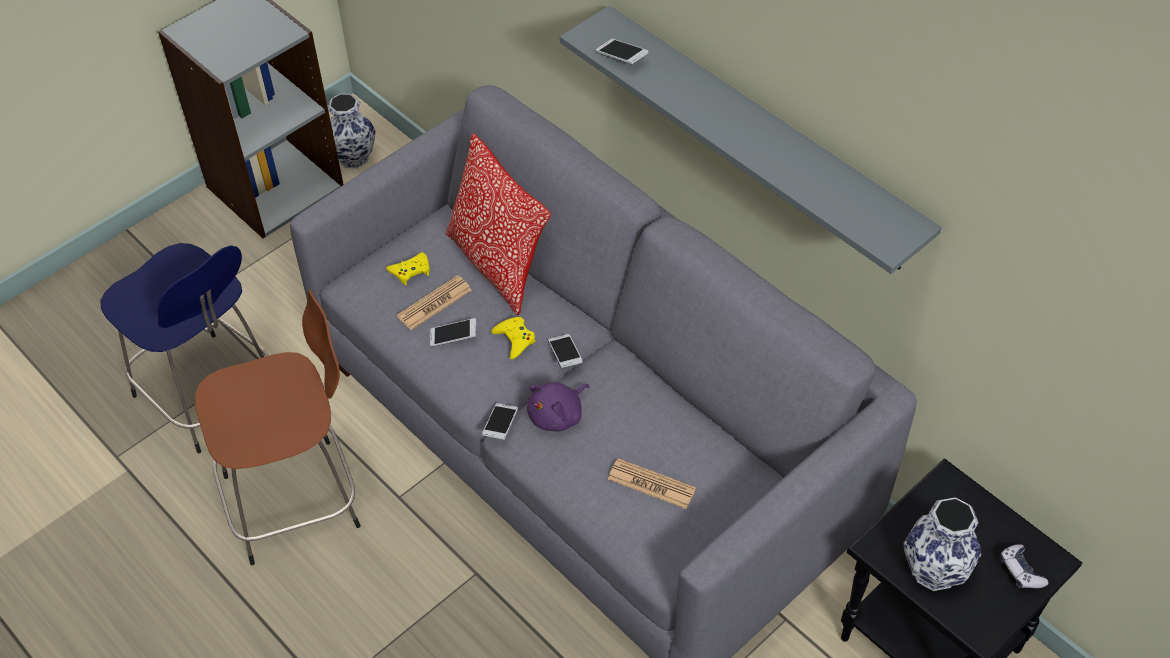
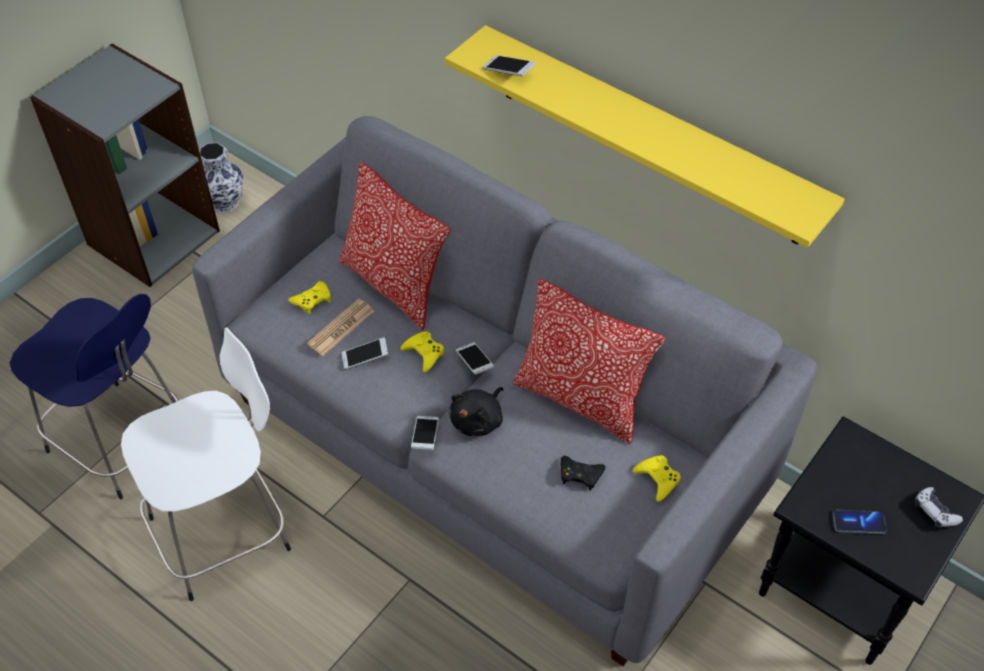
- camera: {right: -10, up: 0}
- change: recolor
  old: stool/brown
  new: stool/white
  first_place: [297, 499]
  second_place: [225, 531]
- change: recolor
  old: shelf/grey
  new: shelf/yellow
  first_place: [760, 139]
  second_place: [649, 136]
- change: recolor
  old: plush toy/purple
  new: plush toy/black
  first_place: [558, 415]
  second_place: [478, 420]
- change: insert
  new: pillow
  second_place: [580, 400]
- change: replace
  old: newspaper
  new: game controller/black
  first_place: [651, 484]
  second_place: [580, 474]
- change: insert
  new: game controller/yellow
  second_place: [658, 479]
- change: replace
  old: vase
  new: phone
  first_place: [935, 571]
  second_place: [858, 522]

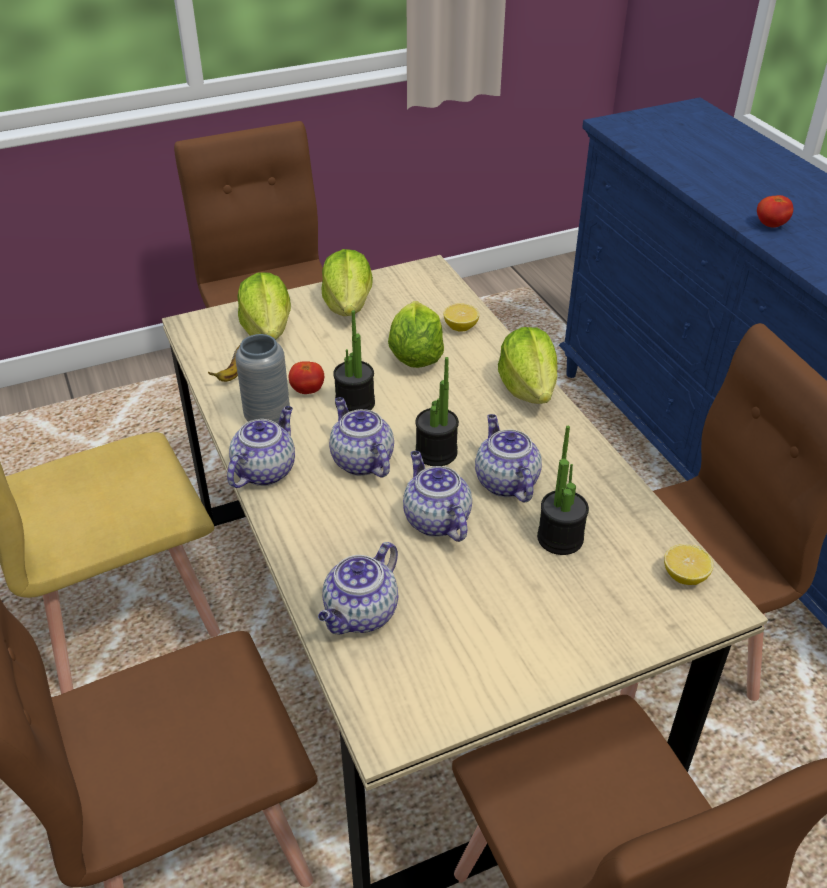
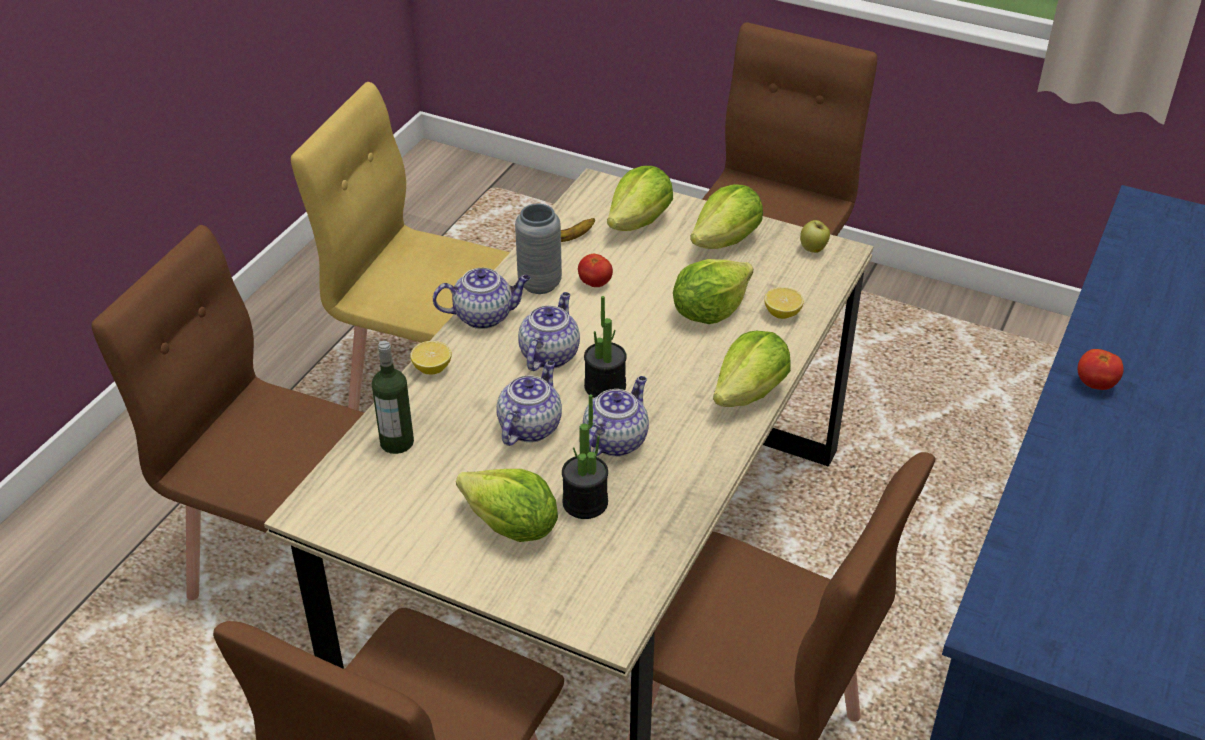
- camera: {right: 50, up: 0}
- change: replace
  old: teapot
  new: bottle
  first_place: [361, 615]
  second_place: [397, 442]
- change: move
  old: lemon
  first_place: [684, 576]
  second_place: [432, 368]
- change: insert
  new: lettuce
  second_place: [511, 527]
- change: insert
  new: apple
  second_place: [813, 250]
- change: delete
  old: potted plant
  first_place: [355, 403]

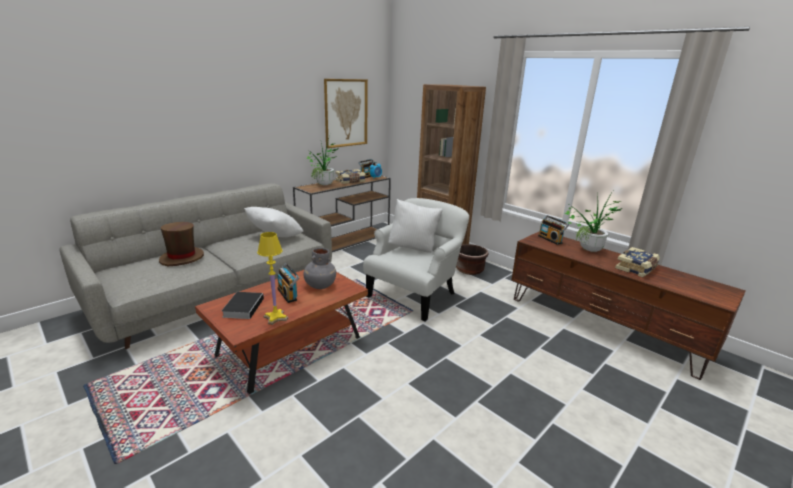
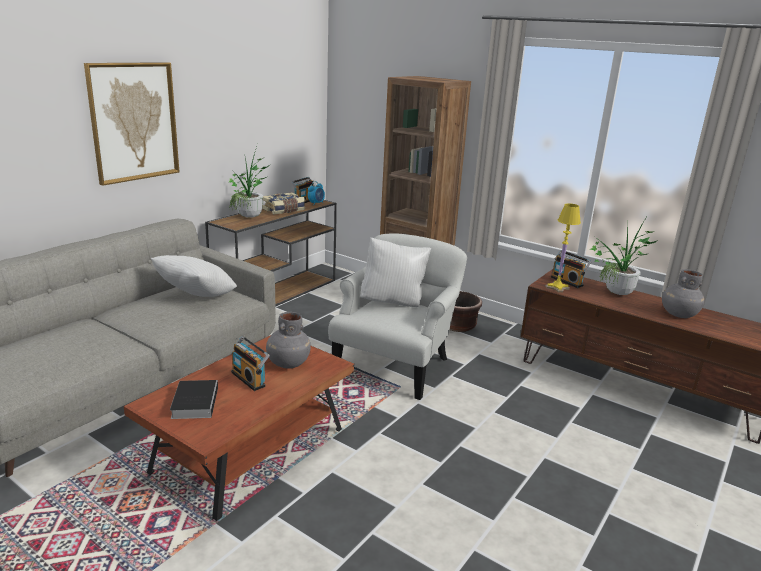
- camera: {right: -10, up: 0}
- change: move
  old: picture
  first_place: [346, 113]
  second_place: [134, 122]
- change: move
  old: table lamp/yellow
  first_place: [275, 317]
  second_place: [557, 287]
- change: replace
  old: book
  new: vase/grey
  first_place: [636, 268]
  second_place: [678, 314]
- change: delete
  old: hat/brown
  first_place: [182, 258]

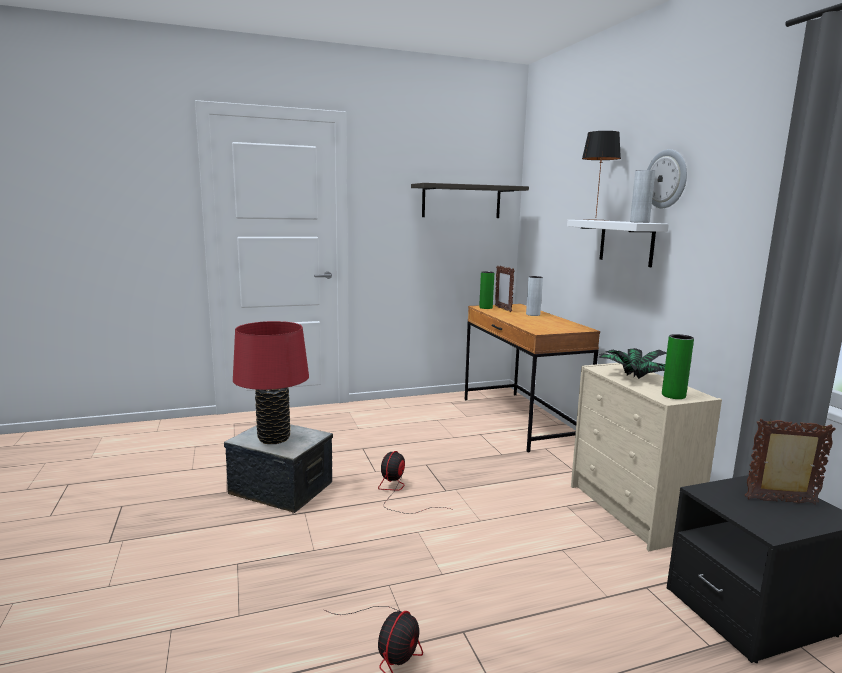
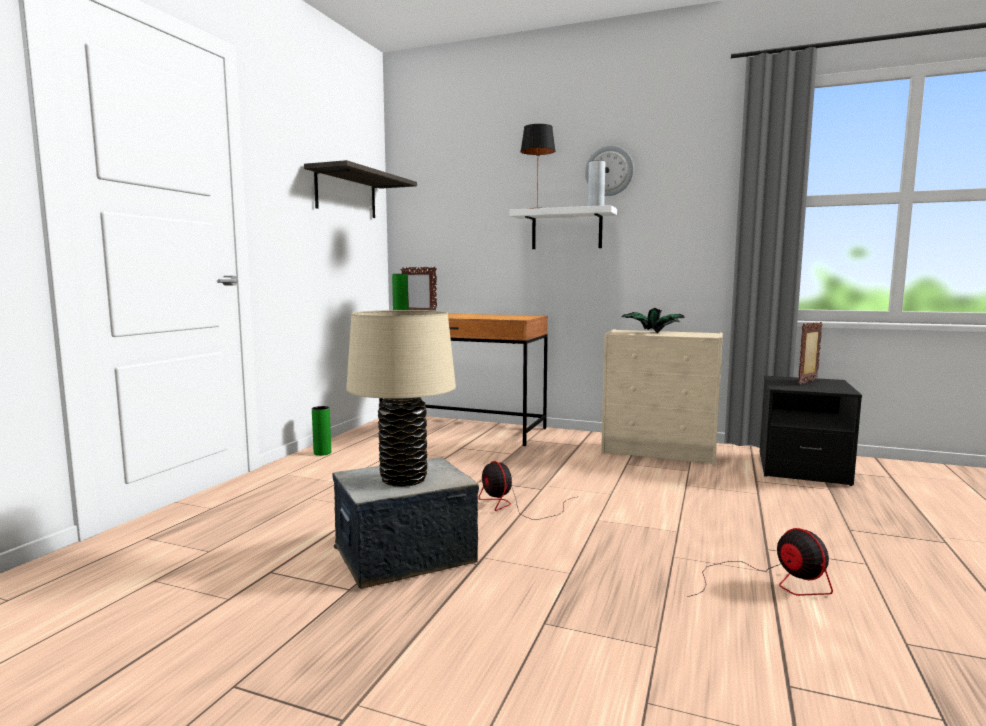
- camera: {right: -50, up: -5}
- change: move
  old: vase/green
  first_place: [673, 395]
  second_place: [322, 453]
- change: recolor
  old: table lamp/red
  new: table lamp/beige
  first_place: [274, 438]
  second_place: [403, 479]
- change: delete
  old: vase/grey
  first_place: [533, 314]

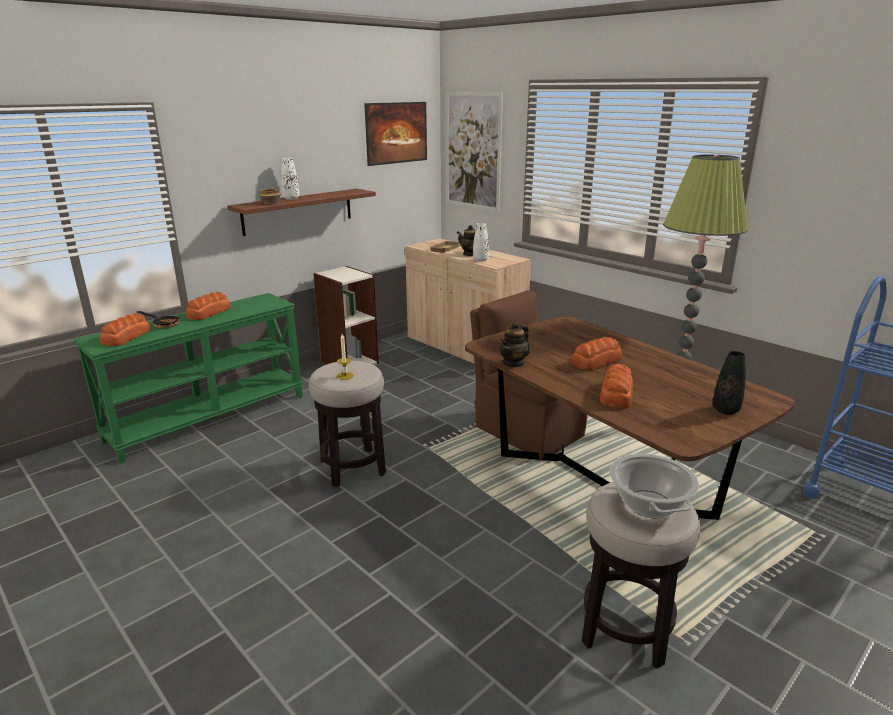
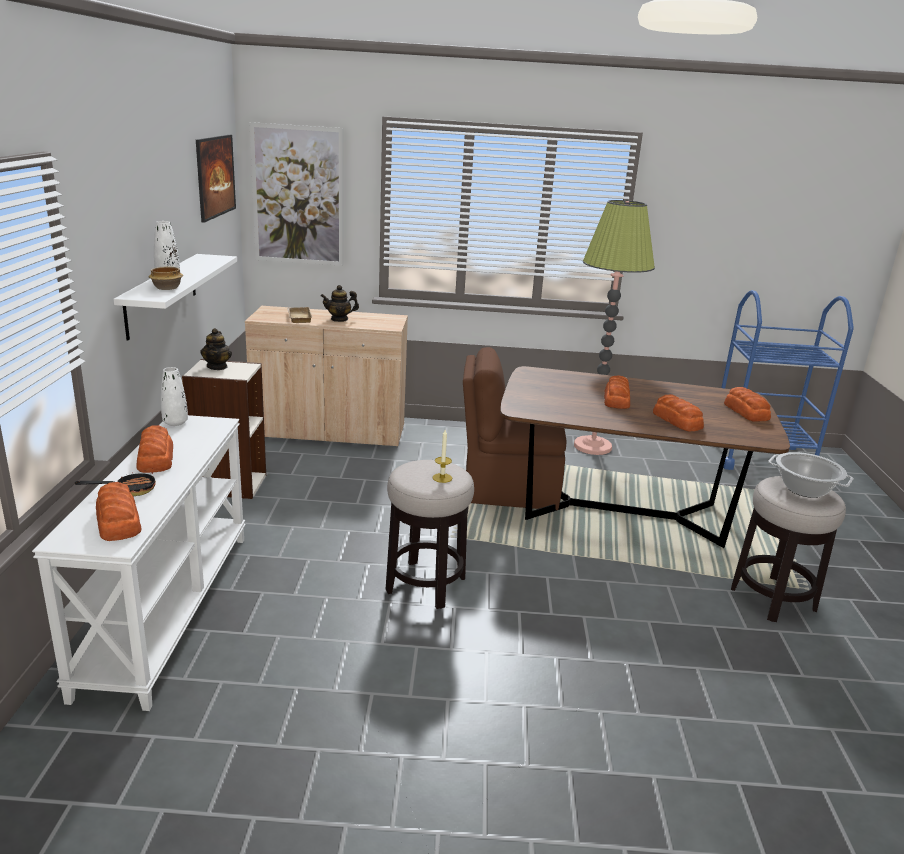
- camera: {right: -45, up: 0}
- change: recolor
  old: console table/green
  new: console table/white
  first_place: [209, 417]
  second_place: [167, 608]
- change: recolor
  old: shelf/brown
  new: shelf/white
  first_place: [298, 211]
  second_place: [162, 294]
- change: move
  old: vase/white
  first_place: [480, 260]
  second_place: [175, 423]
- change: move
  old: teapot
  first_place: [514, 363]
  second_place: [217, 367]
- change: replace
  old: vase/black
  new: bread
  first_place: [725, 410]
  second_place: [746, 411]

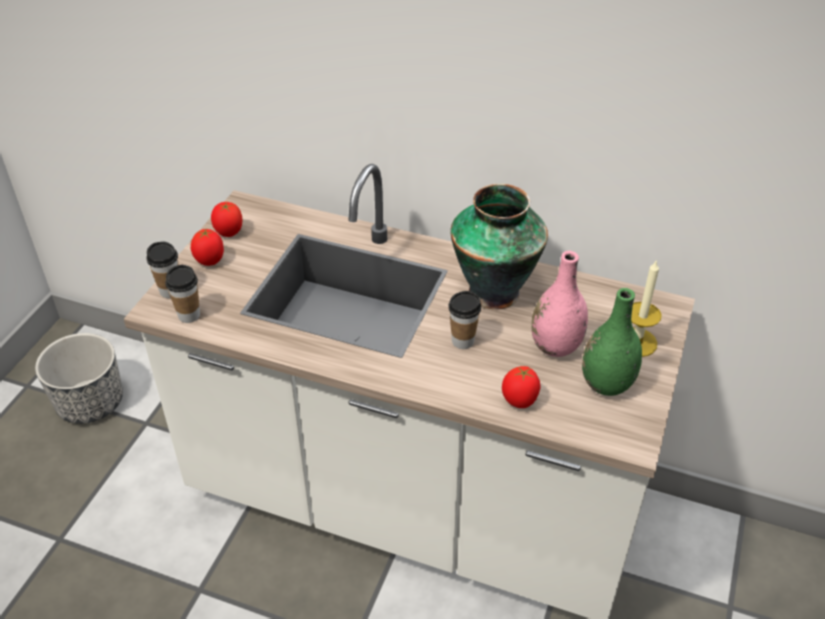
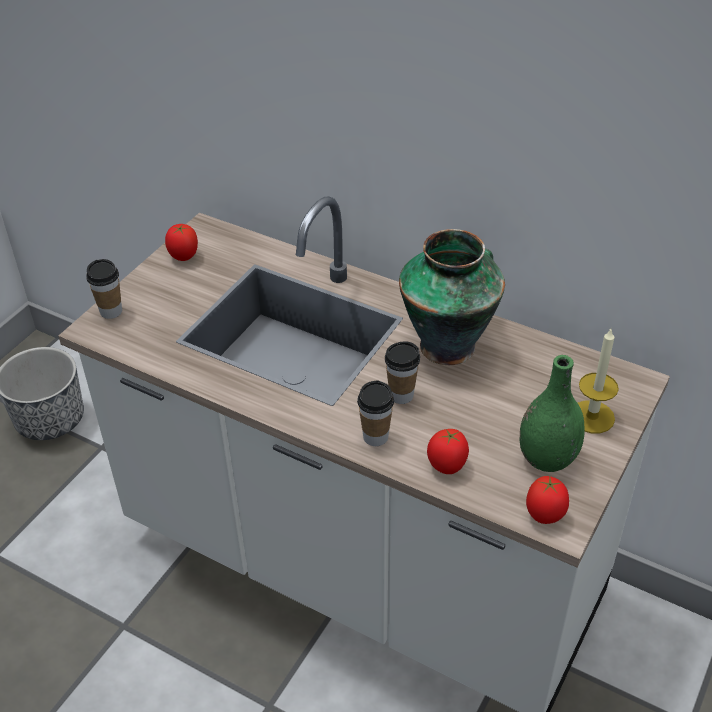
- camera: {right: 10, up: 0}
- change: move
  old: cup
  first_place: [189, 315]
  second_place: [375, 437]
- change: move
  old: tomato
  first_place: [210, 261]
  second_place: [545, 515]
- change: delete
  old: vase/pink
  first_place: [555, 346]

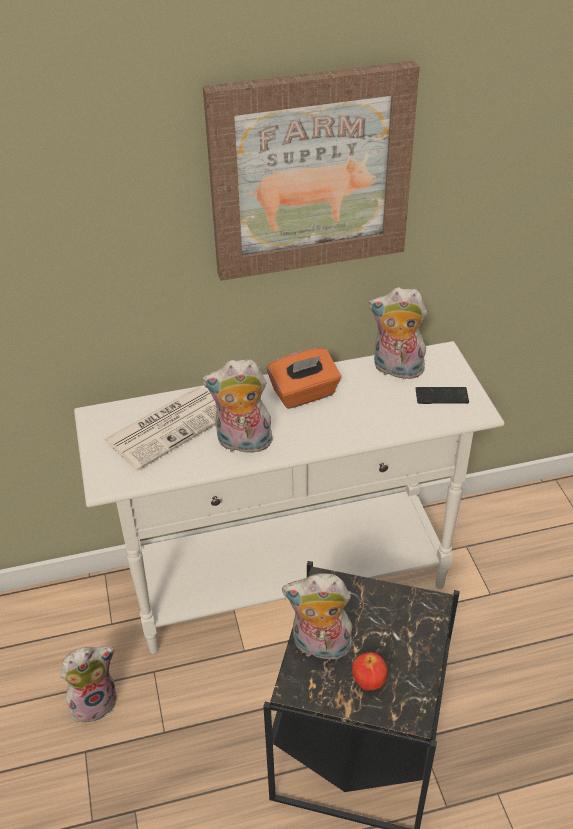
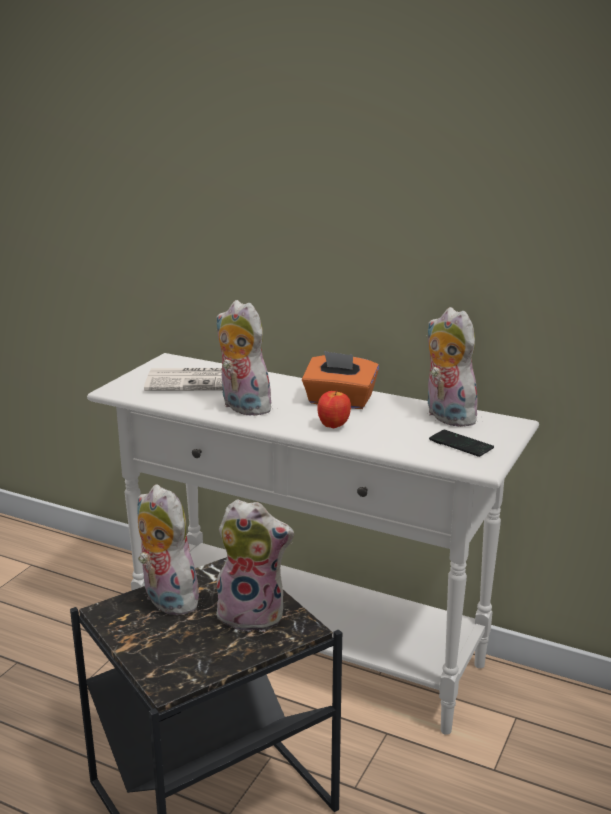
- camera: {right: 40, up: -20}
- change: move
  old: plush toy
  first_place: [94, 701]
  second_place: [253, 614]
- change: move
  old: apple
  first_place: [368, 682]
  second_place: [333, 426]
- change: delete
  old: picture
  first_place: [310, 172]

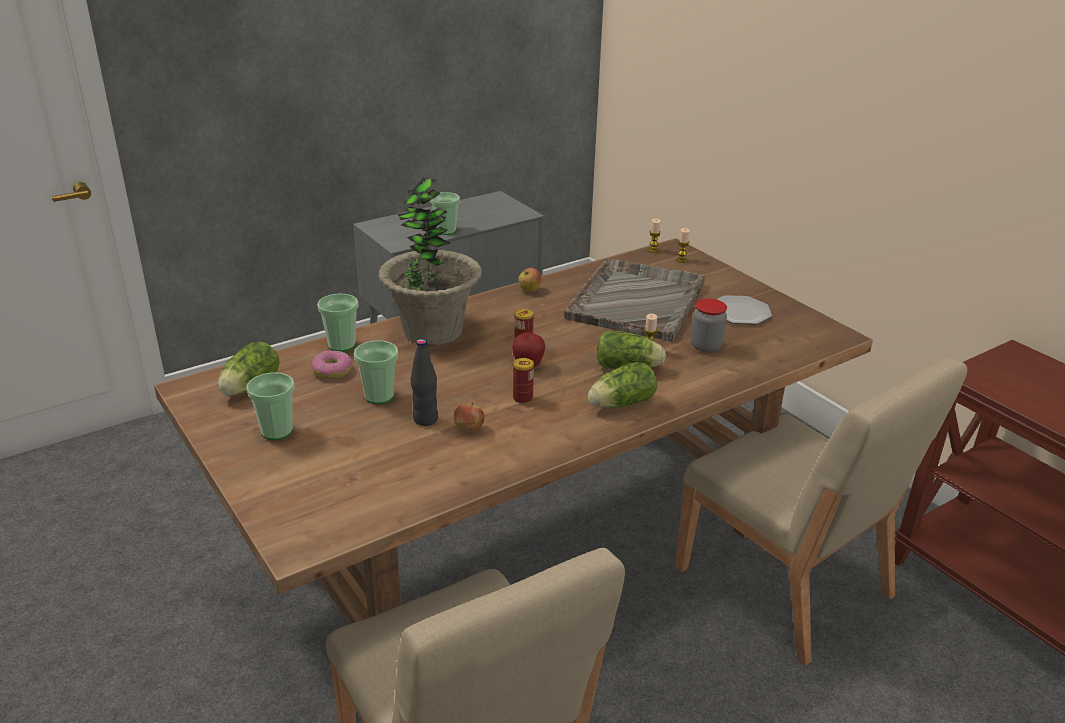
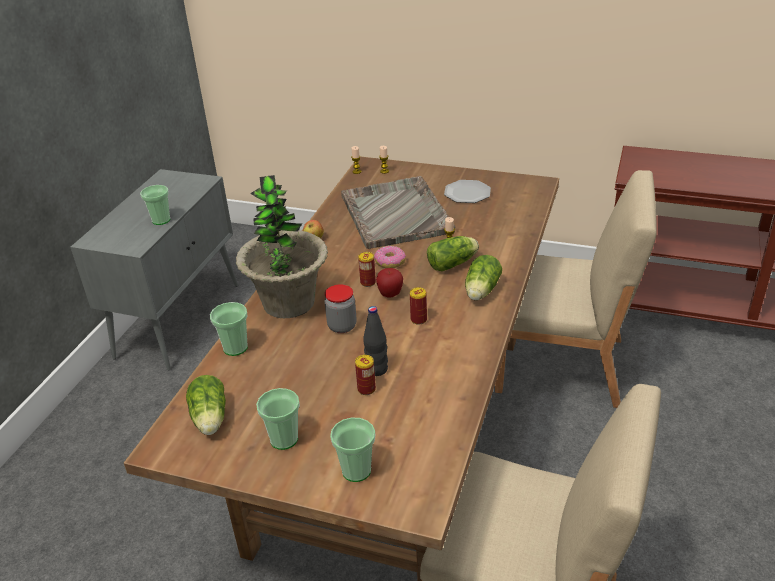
- camera: {right: -35, up: 5}
- change: move
  old: jar
  first_place: [706, 346]
  second_place: [342, 326]
- change: move
  old: cup
  first_place: [379, 396]
  second_place: [356, 470]
- change: insert
  new: can
  second_place: [366, 389]
- change: move
  old: donut
  first_place: [332, 371]
  second_place: [390, 262]
- change: delete
  old: apple
  first_place: [469, 429]

